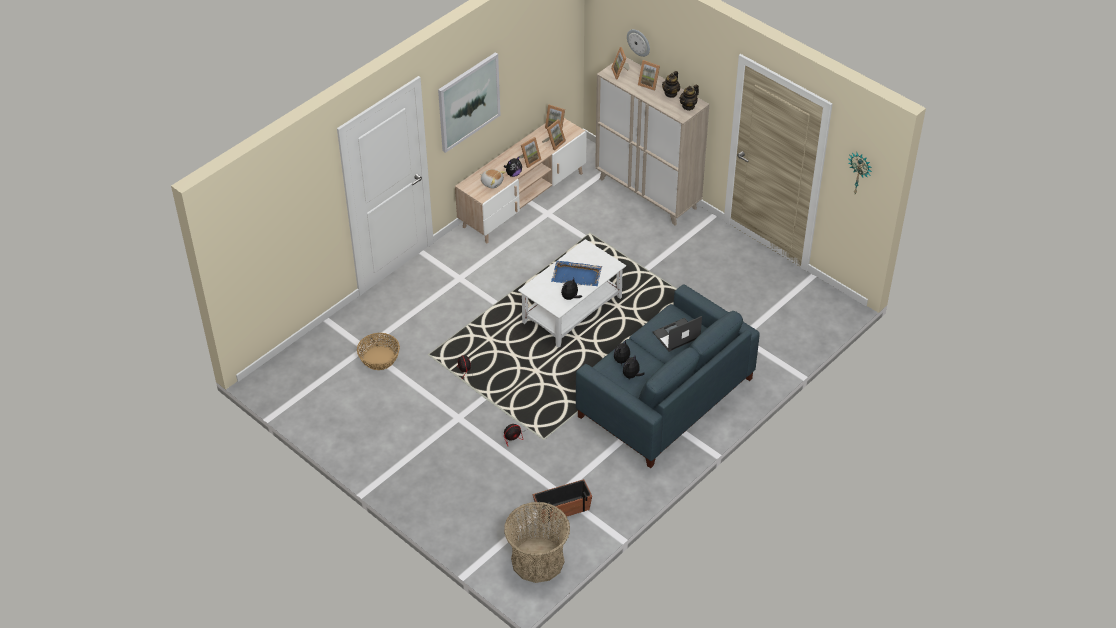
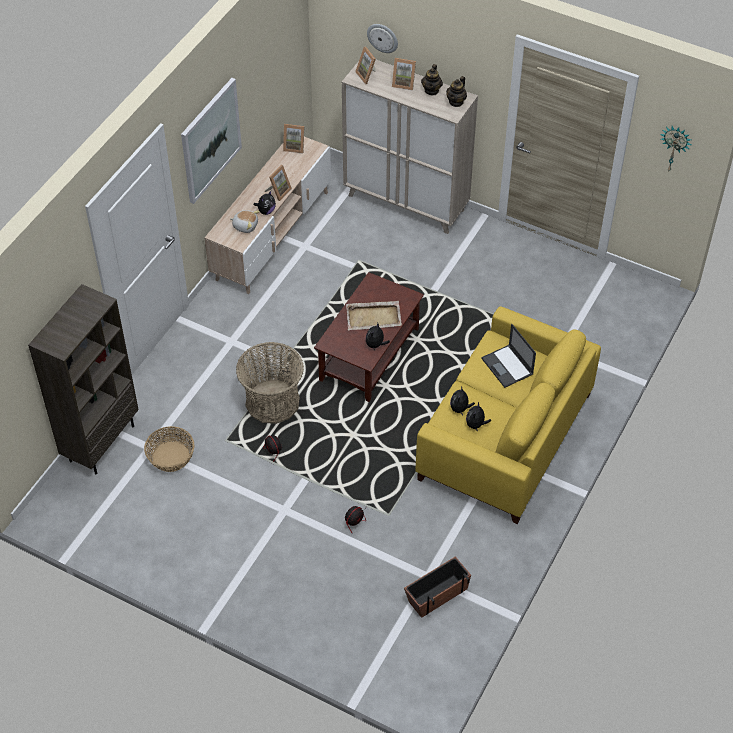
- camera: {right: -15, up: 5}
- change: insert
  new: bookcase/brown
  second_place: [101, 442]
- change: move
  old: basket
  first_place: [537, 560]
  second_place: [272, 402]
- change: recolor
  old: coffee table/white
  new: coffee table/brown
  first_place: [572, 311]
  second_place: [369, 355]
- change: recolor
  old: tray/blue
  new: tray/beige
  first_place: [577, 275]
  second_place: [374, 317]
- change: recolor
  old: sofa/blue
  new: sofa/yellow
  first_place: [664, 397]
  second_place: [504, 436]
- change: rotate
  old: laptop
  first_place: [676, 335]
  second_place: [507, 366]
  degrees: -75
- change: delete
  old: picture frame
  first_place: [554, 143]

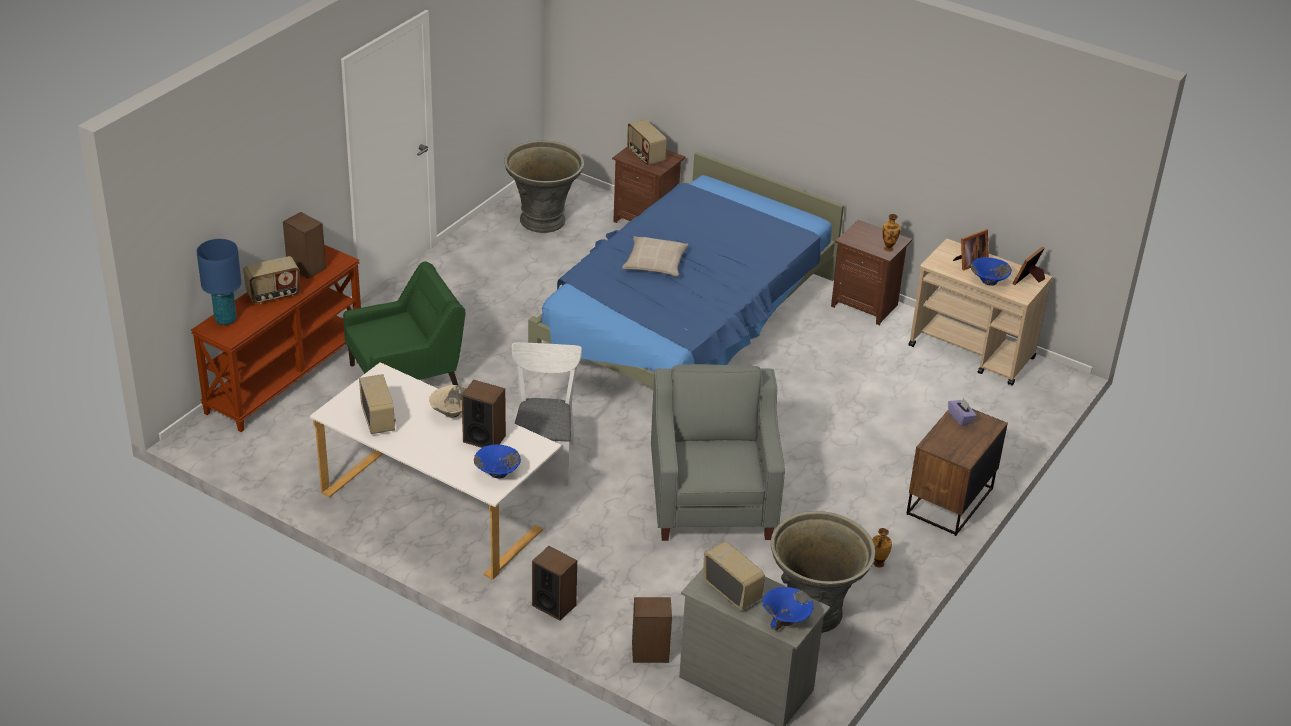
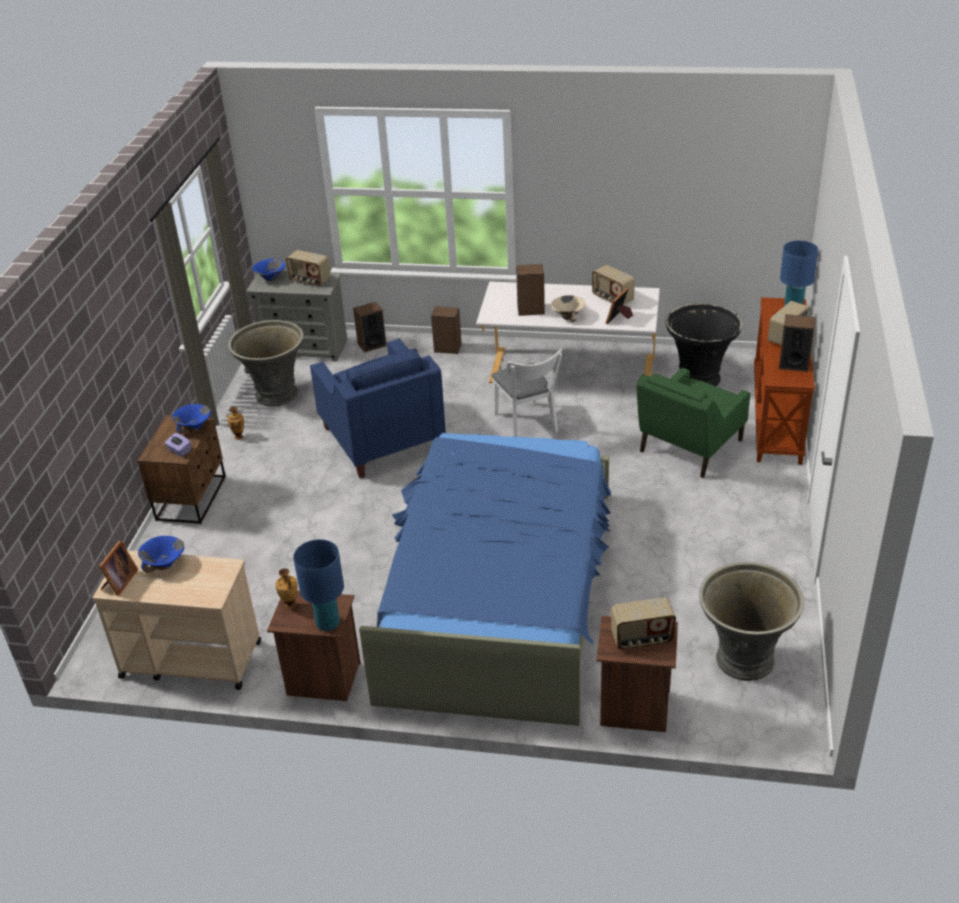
- camera: {right: 160, up: 0}
- change: move
  old: bowl/blue
  first_place: [497, 473]
  second_place: [194, 427]
- change: insert
  new: table lamp/blue
  second_place: [328, 623]
- change: recolor
  old: armchair/grey
  new: armchair/blue
  first_place: [712, 500]
  second_place: [381, 439]
- change: move
  old: picture frame
  first_place: [969, 262]
  second_place: [619, 318]
- change: rotate
  old: radio
  first_place: [645, 156]
  second_place: [642, 639]
  degrees: 135
- change: insert
  new: planter/black
  second_place: [699, 378]
- change: delete
  old: pillow/beige
  first_place: [655, 263]

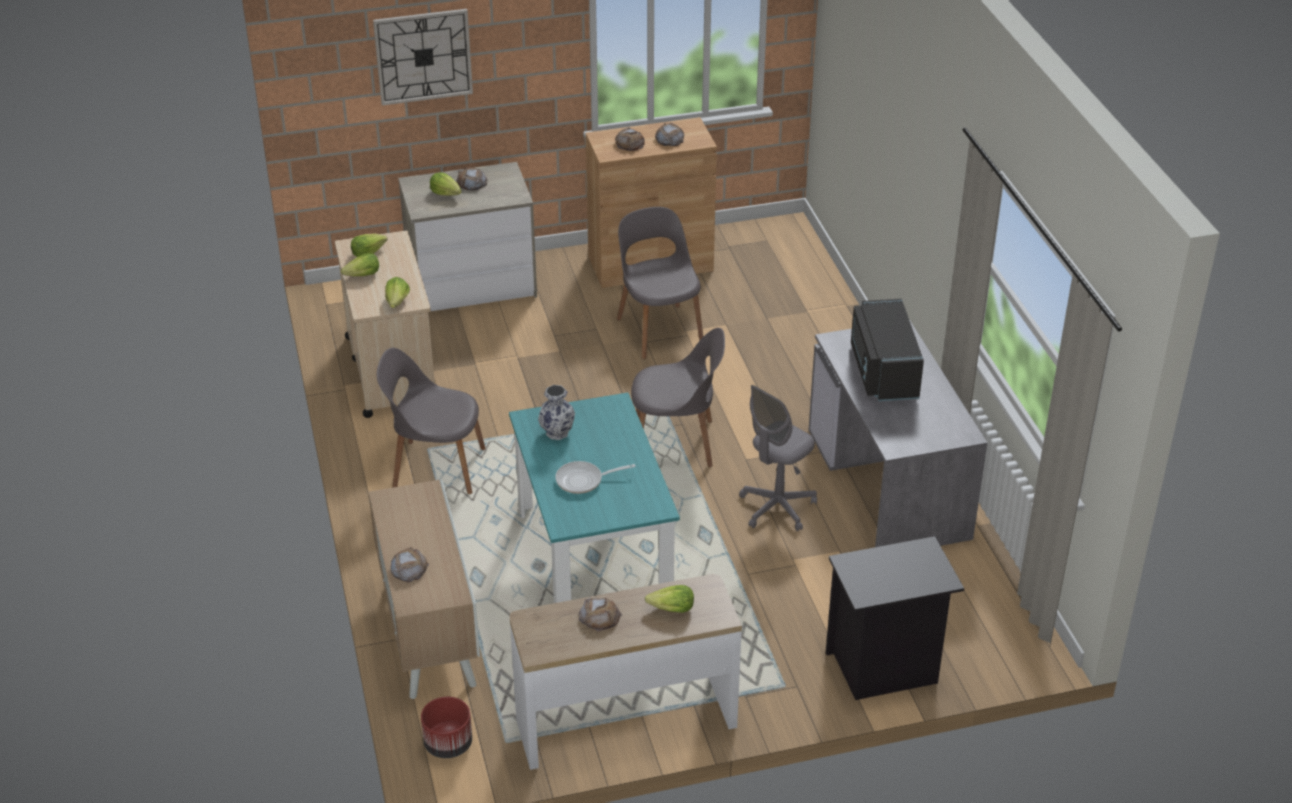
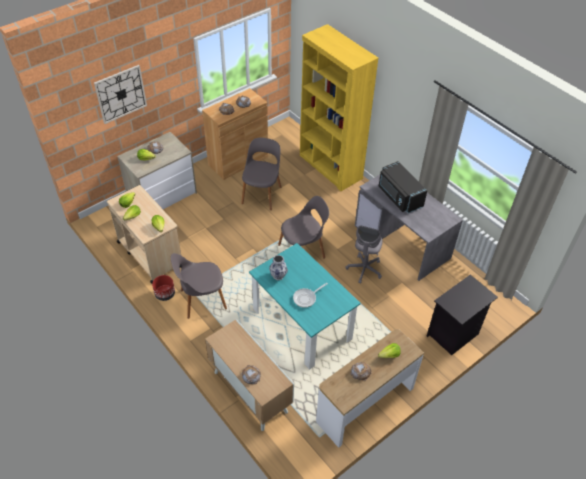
- camera: {right: -25, up: 10}
- change: move
  old: planter/red
  first_place: [448, 744]
  second_place: [165, 294]
- change: rotate
  old: chair/grey
  first_place: [659, 330]
  second_place: [262, 194]
  degrees: 60
- change: insert
  new: bookcase/yellow
  second_place: [330, 167]

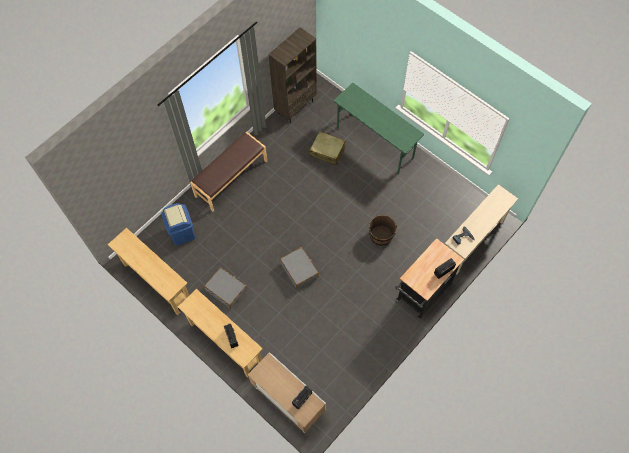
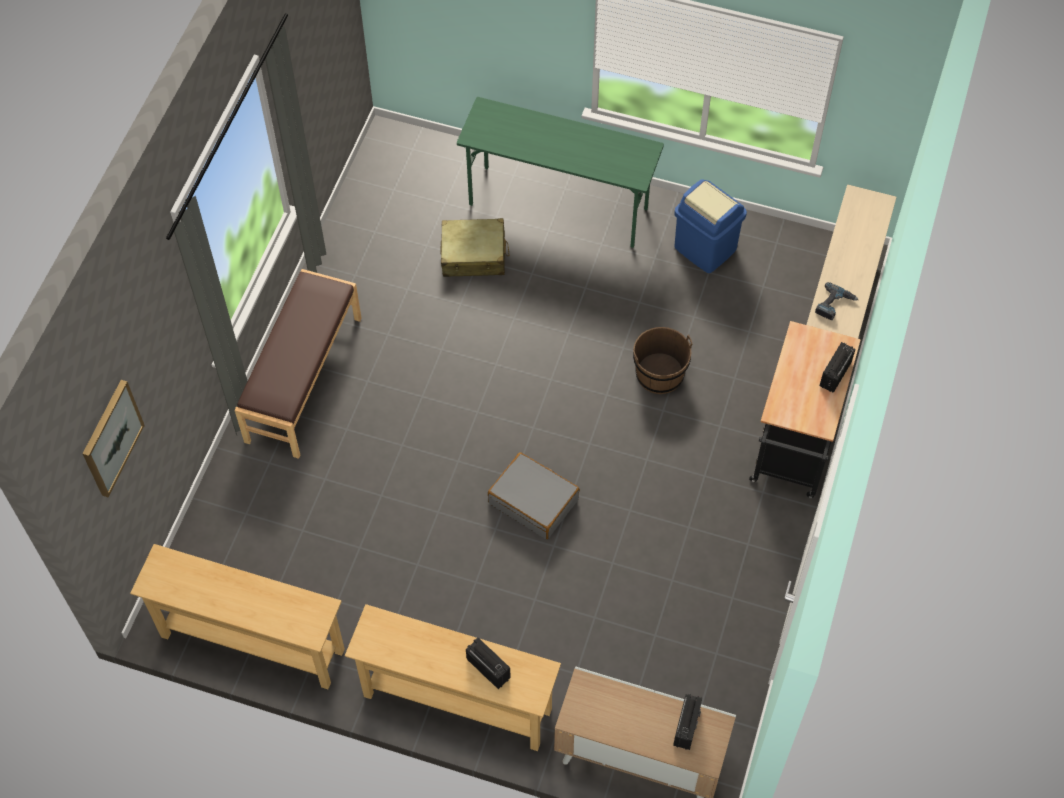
- camera: {right: -25, up: -5}
- change: insert
  new: picture
  second_place: [111, 438]
- change: move
  old: trash can/blue
  first_place: [181, 232]
  second_place: [704, 249]
- change: delete
  old: suitcase/grey
  first_place: [226, 290]
- change: delete
  old: bookcase/brown
  first_place: [295, 107]

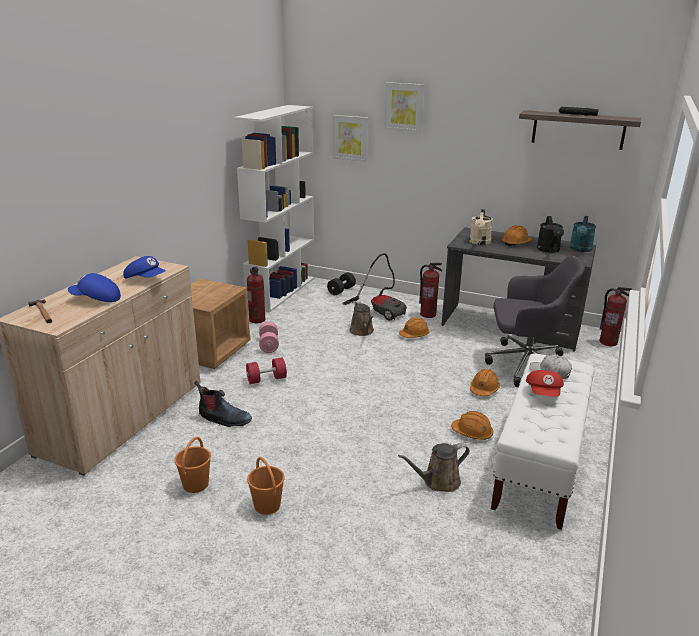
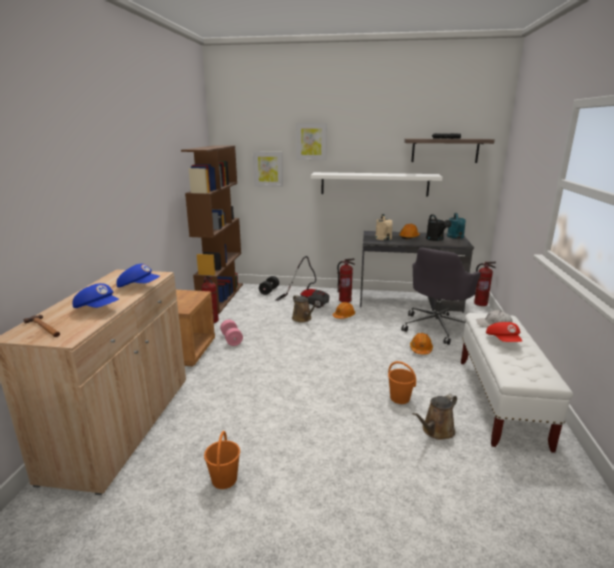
- camera: {right: -15, up: -5}
- change: rotate
  old: cap/blue
  first_place: [96, 299]
  second_place: [98, 309]
  degrees: -135
- change: recolor
  old: bookcase/white
  new: bookcase/brown
  first_place: [281, 292]
  second_place: [221, 297]
- change: insert
  new: shelf/white
  second_place: [374, 184]
- change: move
  old: bucket/orange
  first_place: [267, 505]
  second_place: [399, 398]
- change: rotate
  old: office chair/grey
  first_place: [524, 365]
  second_place: [437, 327]
  degrees: 135
- change: delete
  old: boot
  first_place: [223, 419]
- change: delete
  old: dumbbell/red
  first_place: [266, 379]
- change: delete
  old: hard hat/orange
  first_place: [472, 433]

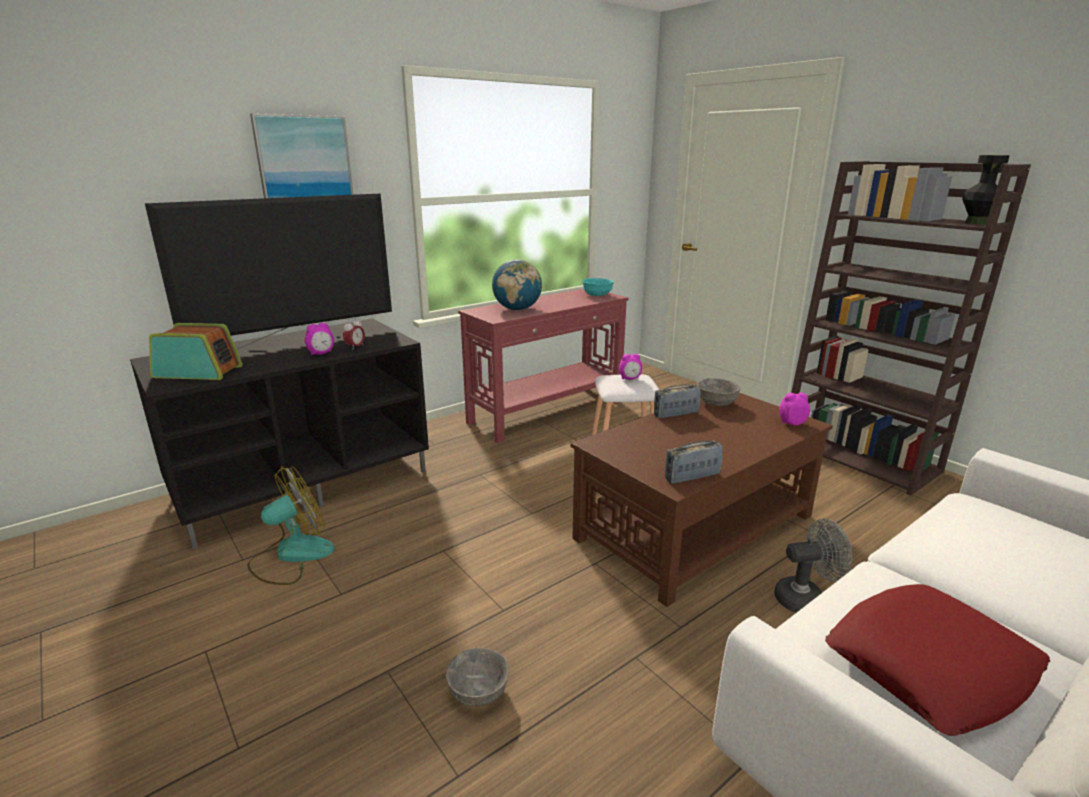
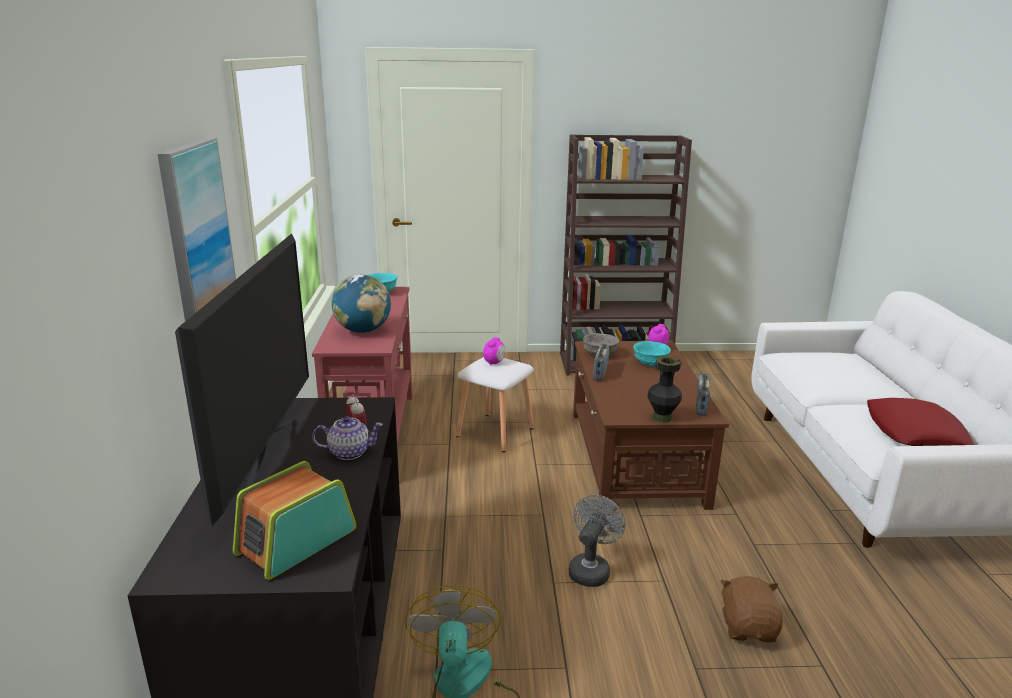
- camera: {right: -55, up: 0}
- change: replace
  old: alarm clock
  new: teapot
  first_place: [321, 353]
  second_place: [349, 452]
- change: move
  old: fan/grey
  first_place: [805, 598]
  second_place: [591, 569]
- change: insert
  new: bowl/turquoise
  second_place: [650, 363]
- change: move
  old: vase/black
  first_place: [976, 223]
  second_place: [662, 417]
- change: replace
  old: bowl/grey
  new: plush toy/brown
  first_place: [478, 693]
  second_place: [748, 627]

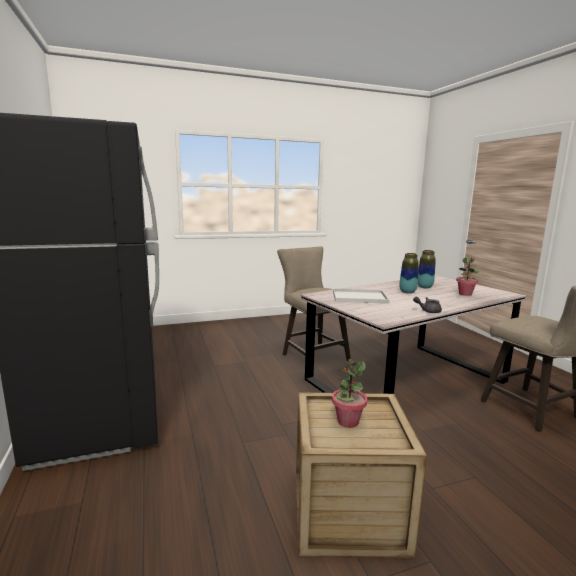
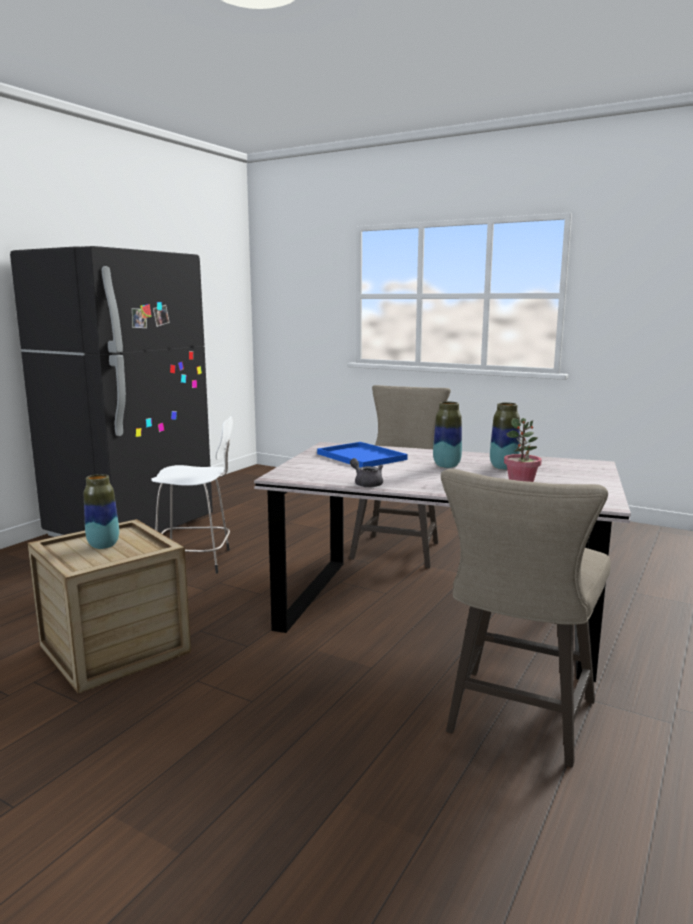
- camera: {right: 50, up: 0}
- change: replace
  old: potted plant
  new: vase
  first_place: [347, 421]
  second_place: [103, 545]
- change: insert
  new: stool/white
  second_place: [196, 561]
- change: recolor
  old: tray/white
  new: tray/blue
  first_place: [358, 297]
  second_place: [359, 456]

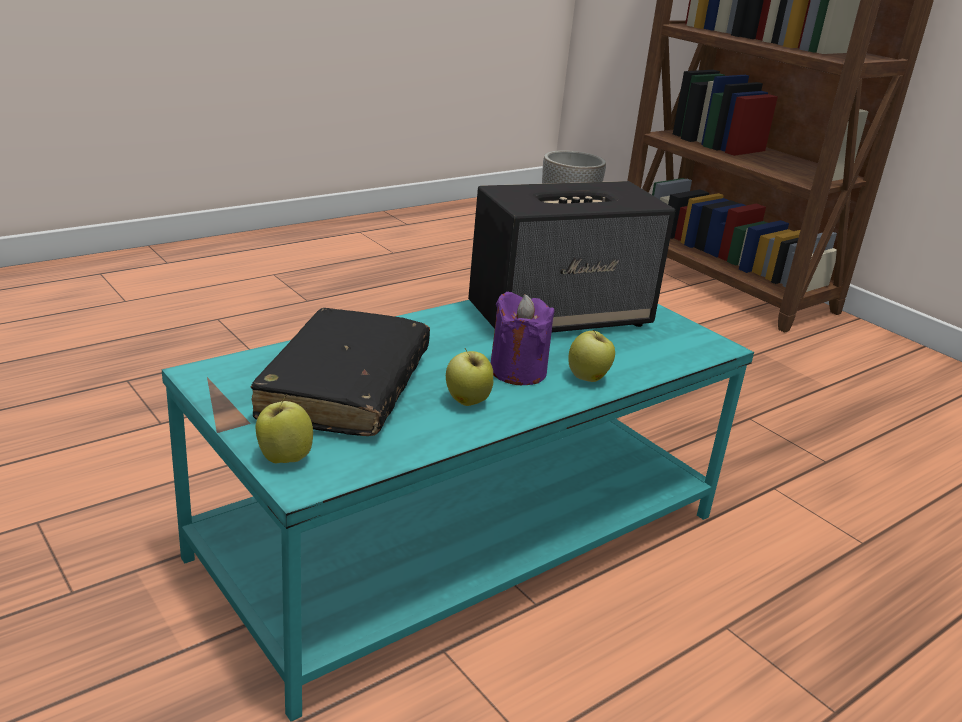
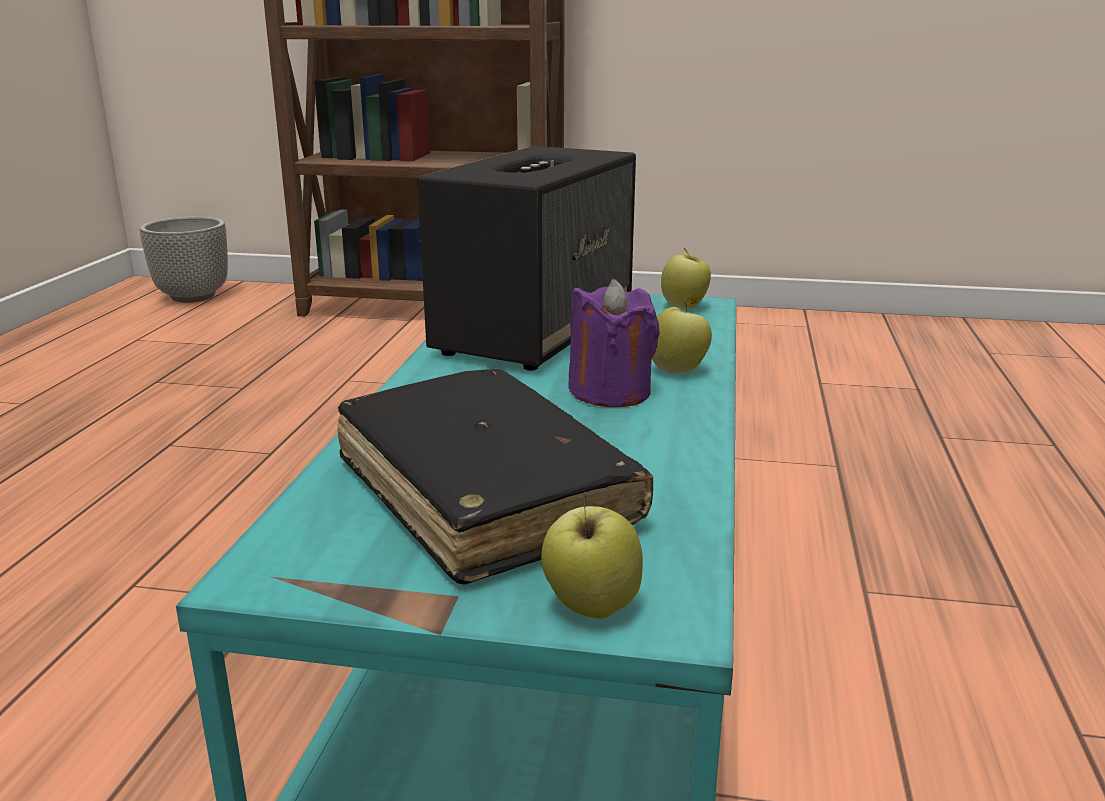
- camera: {right: -40, up: -5}
- change: move
  old: apple
  first_place: [467, 402]
  second_place: [684, 307]

